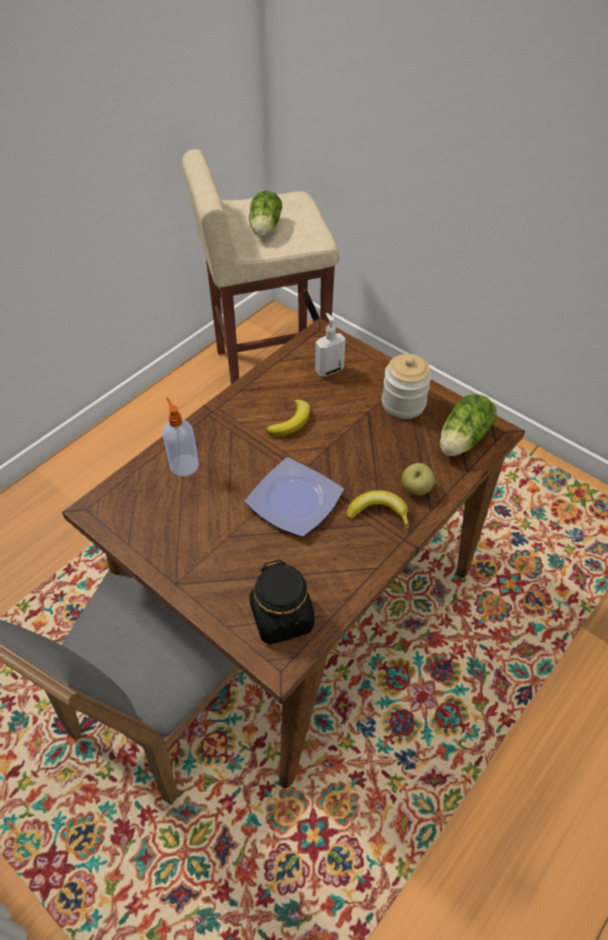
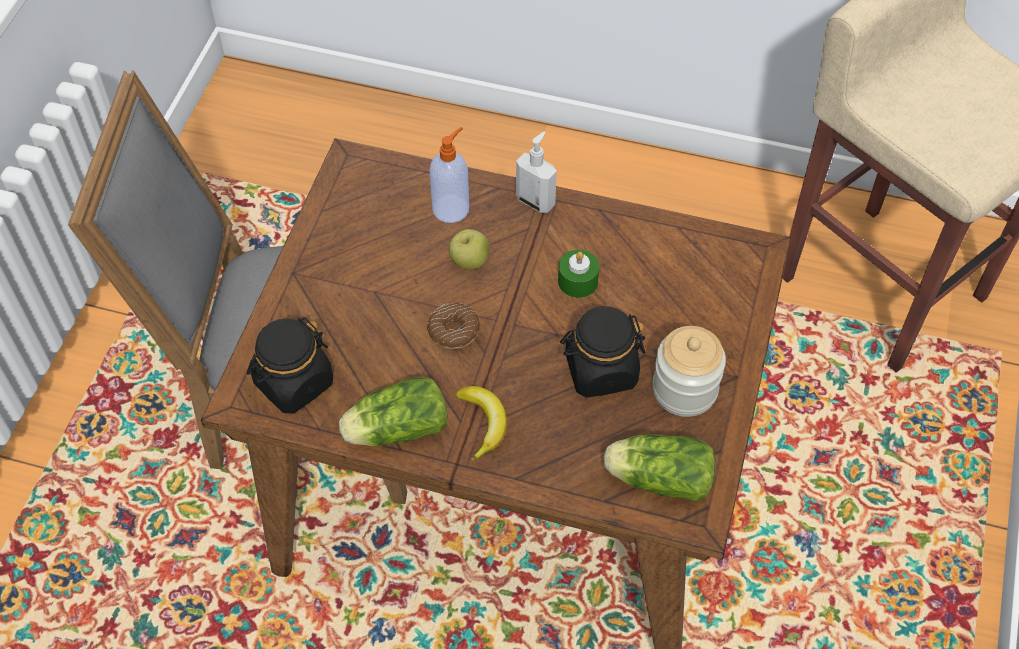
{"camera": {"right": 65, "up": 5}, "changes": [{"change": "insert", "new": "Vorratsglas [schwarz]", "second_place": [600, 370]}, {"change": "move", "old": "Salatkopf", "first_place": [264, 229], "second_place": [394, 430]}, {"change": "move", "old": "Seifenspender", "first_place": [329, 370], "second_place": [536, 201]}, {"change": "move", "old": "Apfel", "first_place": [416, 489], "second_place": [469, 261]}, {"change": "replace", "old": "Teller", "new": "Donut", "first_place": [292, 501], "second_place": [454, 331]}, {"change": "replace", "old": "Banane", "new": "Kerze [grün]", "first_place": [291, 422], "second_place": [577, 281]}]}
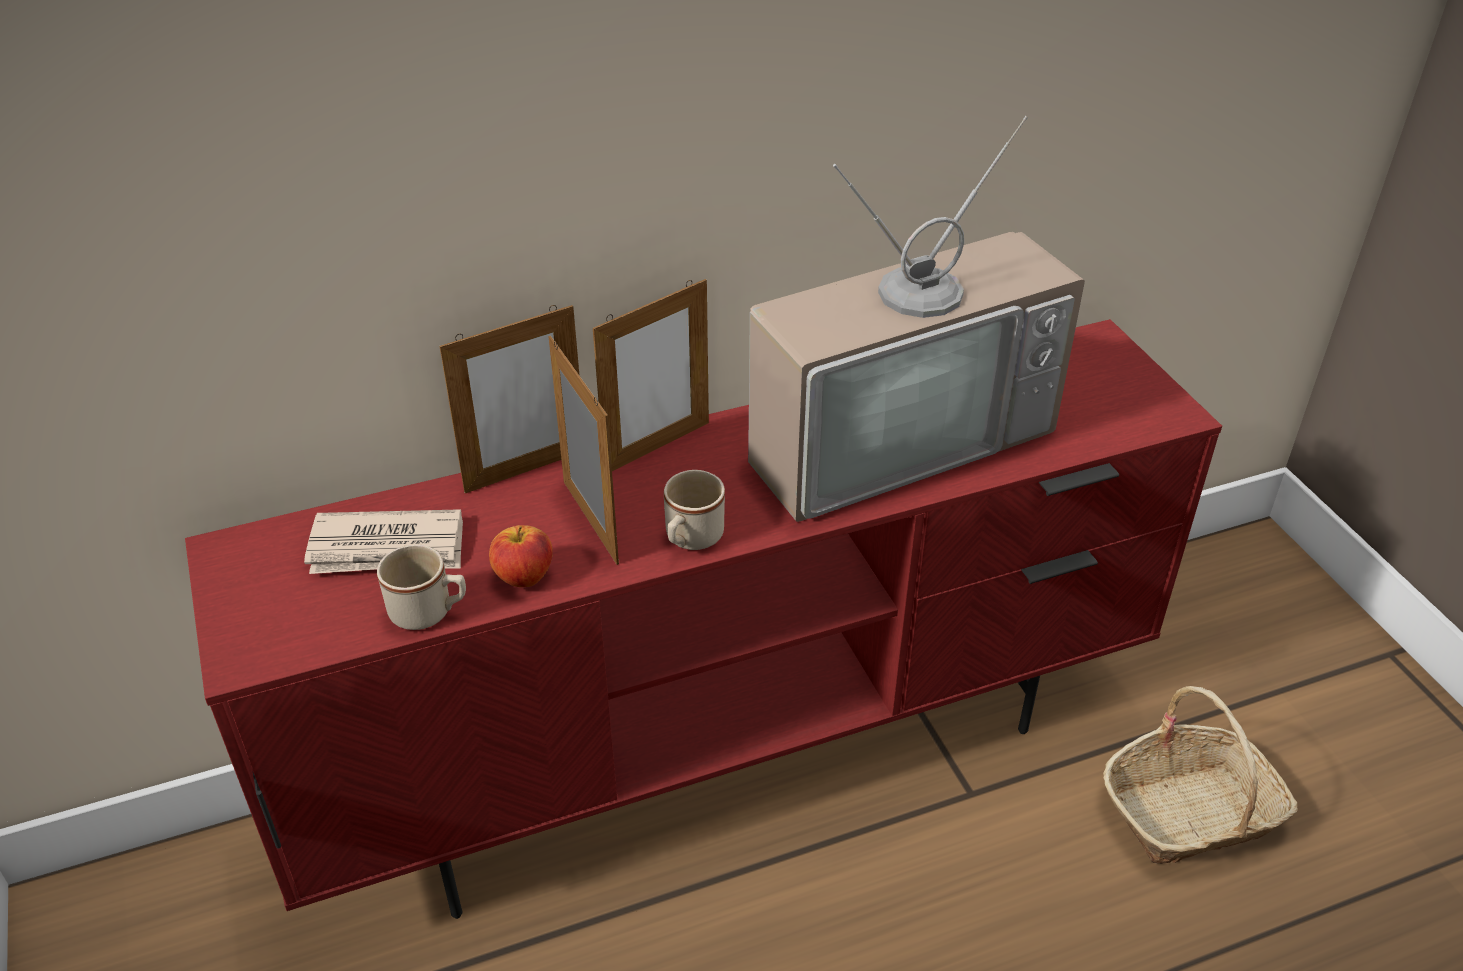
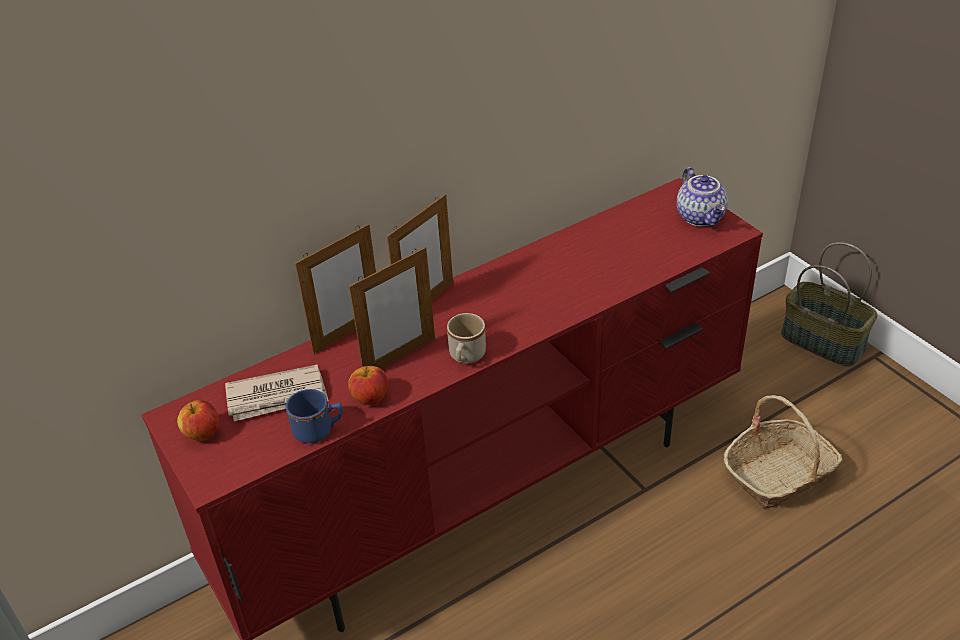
{"camera": {"right": -10, "up": 0}, "changes": [{"change": "delete", "old": "Fernseher", "first_place": [894, 434]}, {"change": "insert", "new": "Apfel", "second_place": [202, 433]}, {"change": "insert", "new": "Teekanne", "second_place": [701, 217]}, {"change": "insert", "new": "Korb", "second_place": [824, 341]}, {"change": "recolor", "old": "Henkelbecher [beige]", "new": "Henkelbecher [blau]", "first_place": [429, 612], "second_place": [319, 430]}, {"change": "rotate", "old": "Bilderrahmen", "first_place": [590, 522], "second_place": [400, 357], "degrees": 90}]}
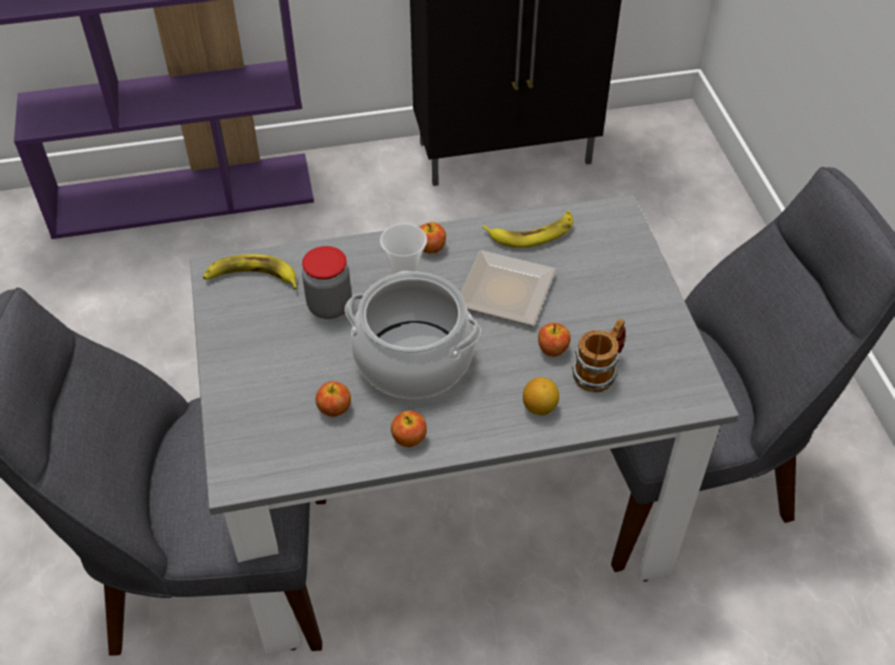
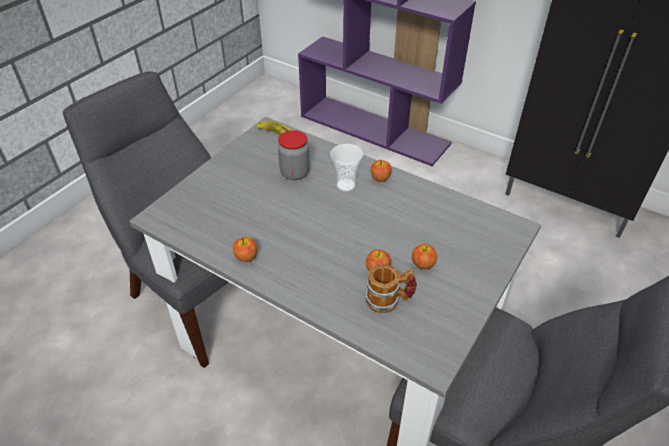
{"camera": {"right": 45, "up": -5}, "changes": [{"change": "delete", "old": "Kochtopf", "first_place": [414, 359]}, {"change": "delete", "old": "Teller", "first_place": [503, 289]}, {"change": "delete", "old": "Banane", "first_place": [532, 233]}, {"change": "delete", "old": "Zitrone", "first_place": [539, 407]}, {"change": "move", "old": "Apfel", "first_place": [334, 409], "second_place": [423, 264]}]}
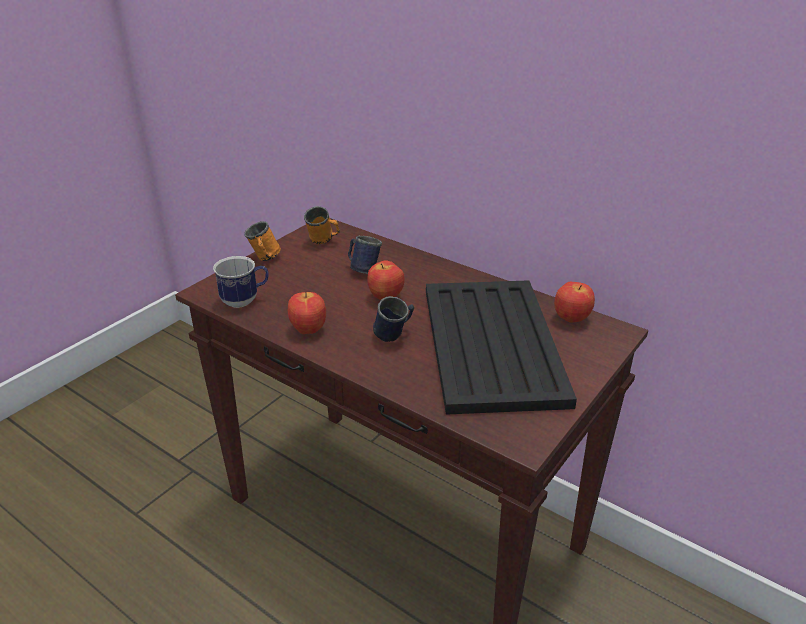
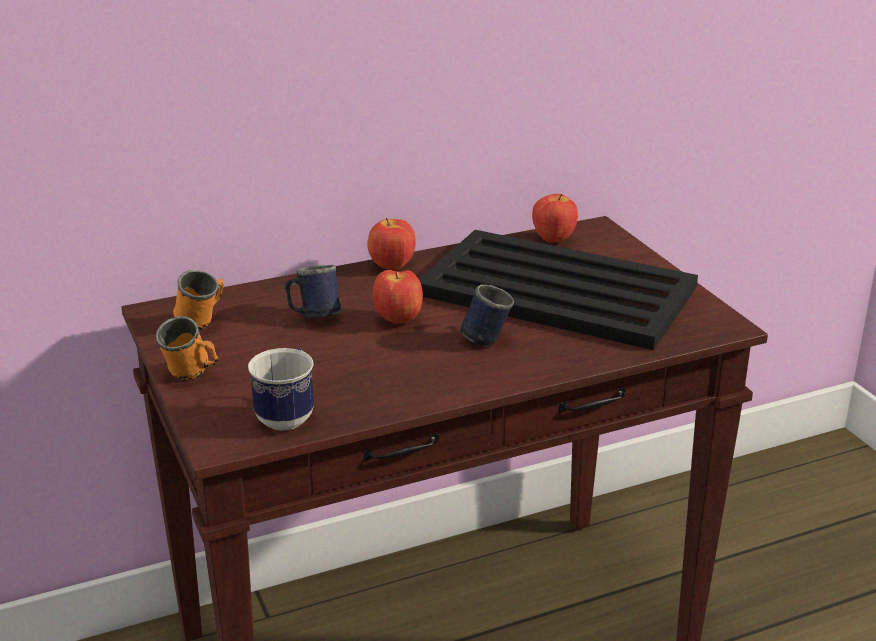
{"camera": {"right": -60, "up": -5}, "changes": [{"change": "move", "old": "Apfel", "first_place": [307, 330], "second_place": [391, 267]}]}
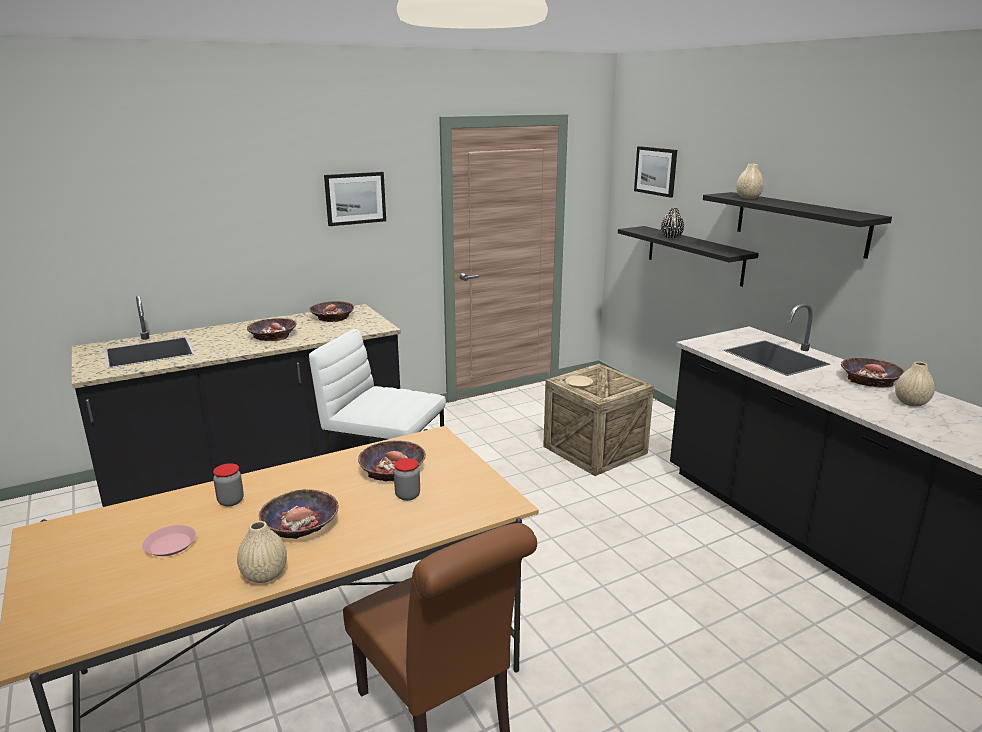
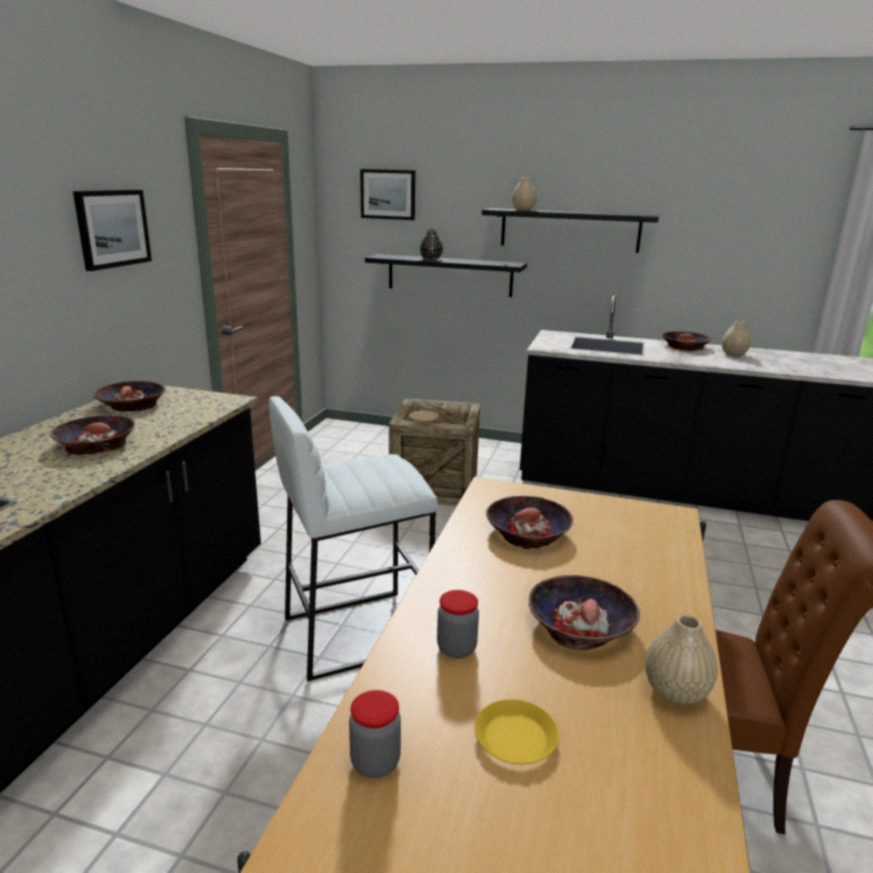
{"camera": {"right": -45, "up": 0}, "changes": [{"change": "move", "old": "Vorratsglas", "first_place": [407, 495], "second_place": [375, 762]}, {"change": "recolor", "old": "Teller [rosa]", "new": "Teller [gelb]", "first_place": [170, 545], "second_place": [516, 738]}]}
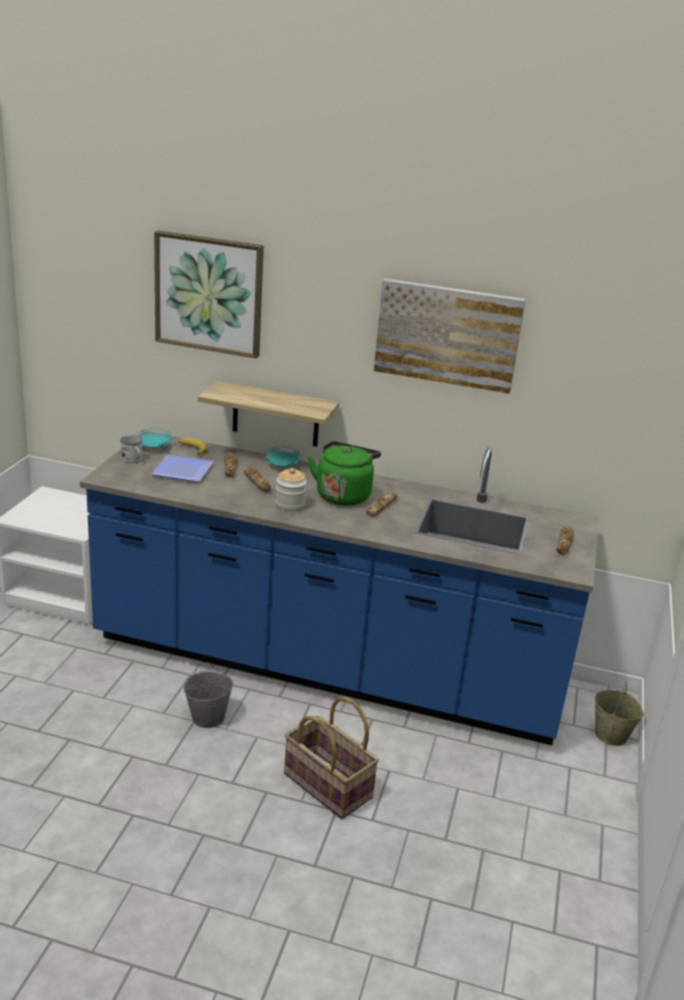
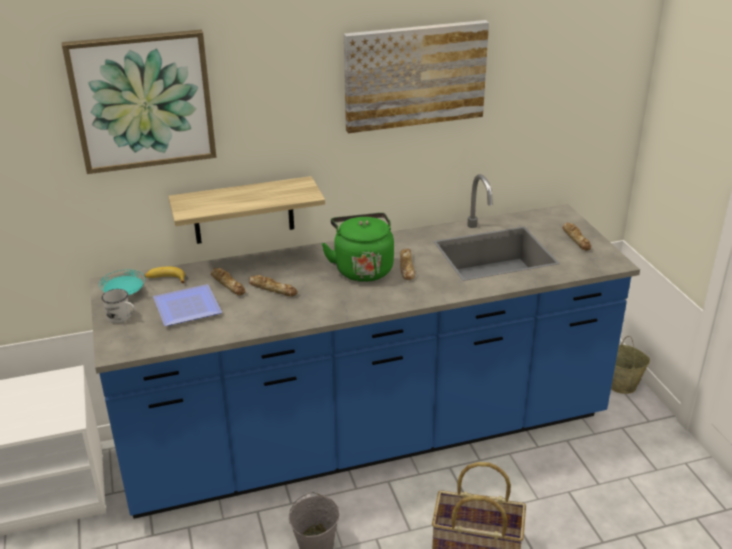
{"camera": {"right": -30, "up": 5}, "changes": [{"change": "delete", "old": "Teller [türkis]", "first_place": [282, 466]}, {"change": "delete", "old": "Vorratsglas", "first_place": [290, 505]}]}
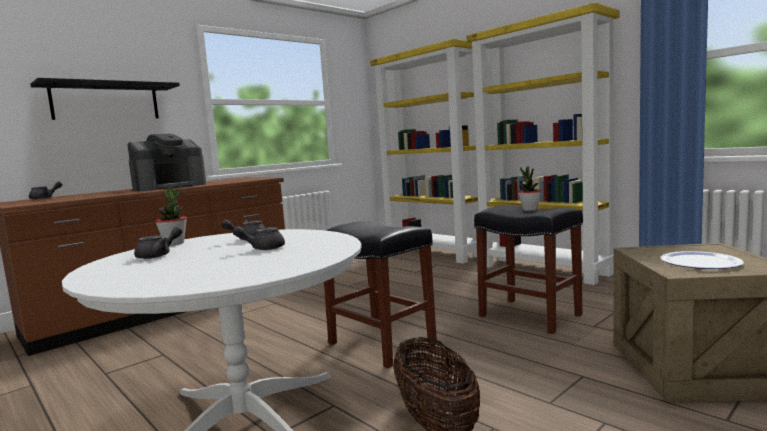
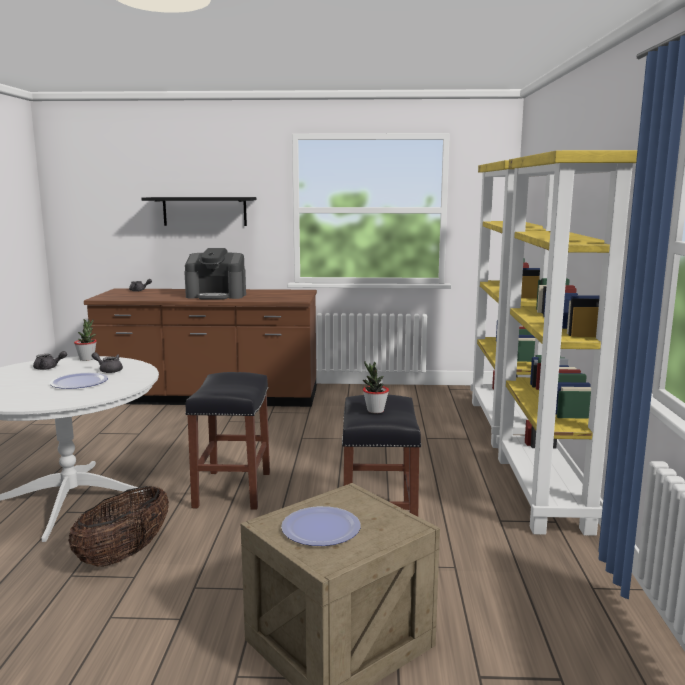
{"camera": {"right": 45, "up": 5}, "changes": [{"change": "replace", "old": "Teekanne [grau]", "new": "Teller", "first_place": [263, 248], "second_place": [79, 382]}]}
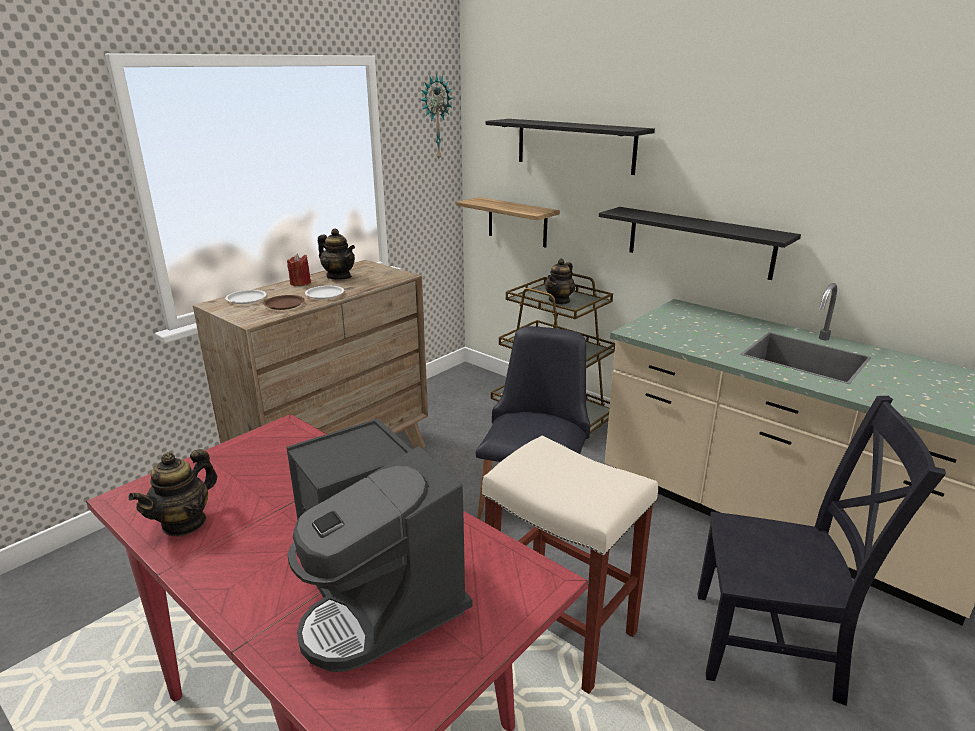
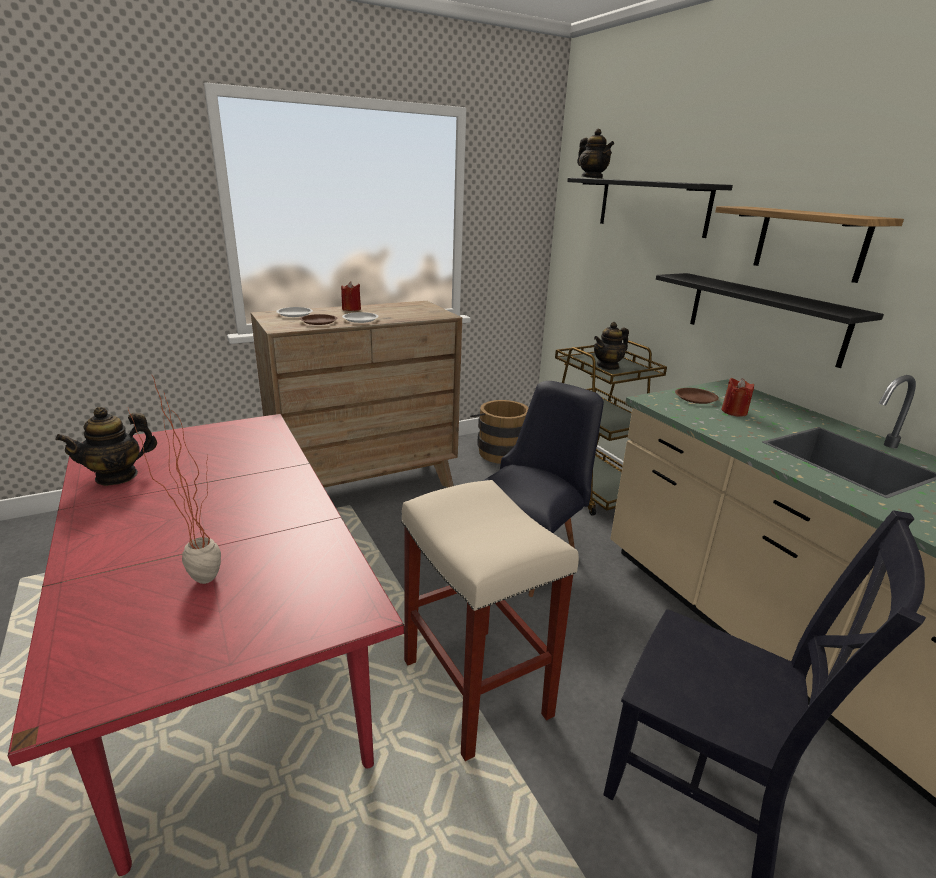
{"camera": {"right": 20, "up": 0}, "changes": [{"change": "delete", "old": "Wanduhr", "first_place": [435, 118]}, {"change": "insert", "new": "Eimer [braun]", "second_place": [499, 451]}, {"change": "insert", "new": "Teller [braun]", "second_place": [696, 398]}, {"change": "insert", "new": "Kerze [rot]", "second_place": [734, 412]}, {"change": "move", "old": "Teekanne", "first_place": [339, 277], "second_place": [592, 178]}, {"change": "move", "old": "Wandregal", "first_place": [517, 222], "second_place": [810, 243]}, {"change": "replace", "old": "Kaffeemaschine", "new": "Topfpflanze", "first_place": [376, 595], "second_place": [197, 576]}]}
